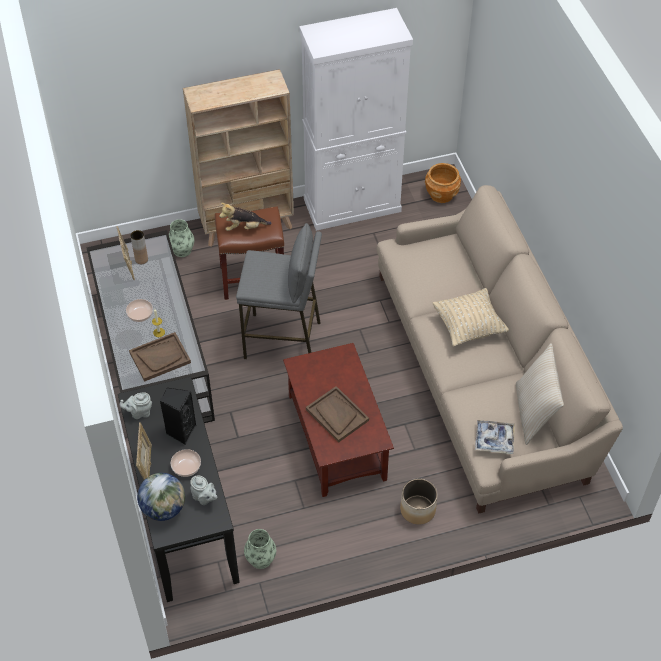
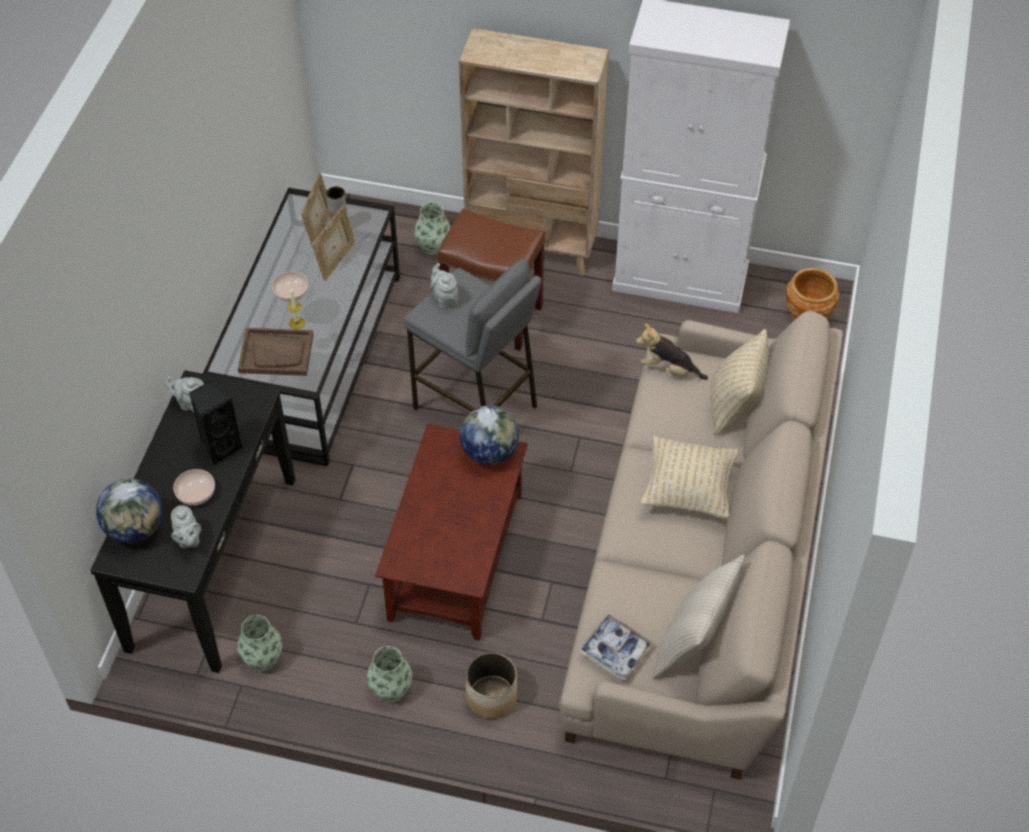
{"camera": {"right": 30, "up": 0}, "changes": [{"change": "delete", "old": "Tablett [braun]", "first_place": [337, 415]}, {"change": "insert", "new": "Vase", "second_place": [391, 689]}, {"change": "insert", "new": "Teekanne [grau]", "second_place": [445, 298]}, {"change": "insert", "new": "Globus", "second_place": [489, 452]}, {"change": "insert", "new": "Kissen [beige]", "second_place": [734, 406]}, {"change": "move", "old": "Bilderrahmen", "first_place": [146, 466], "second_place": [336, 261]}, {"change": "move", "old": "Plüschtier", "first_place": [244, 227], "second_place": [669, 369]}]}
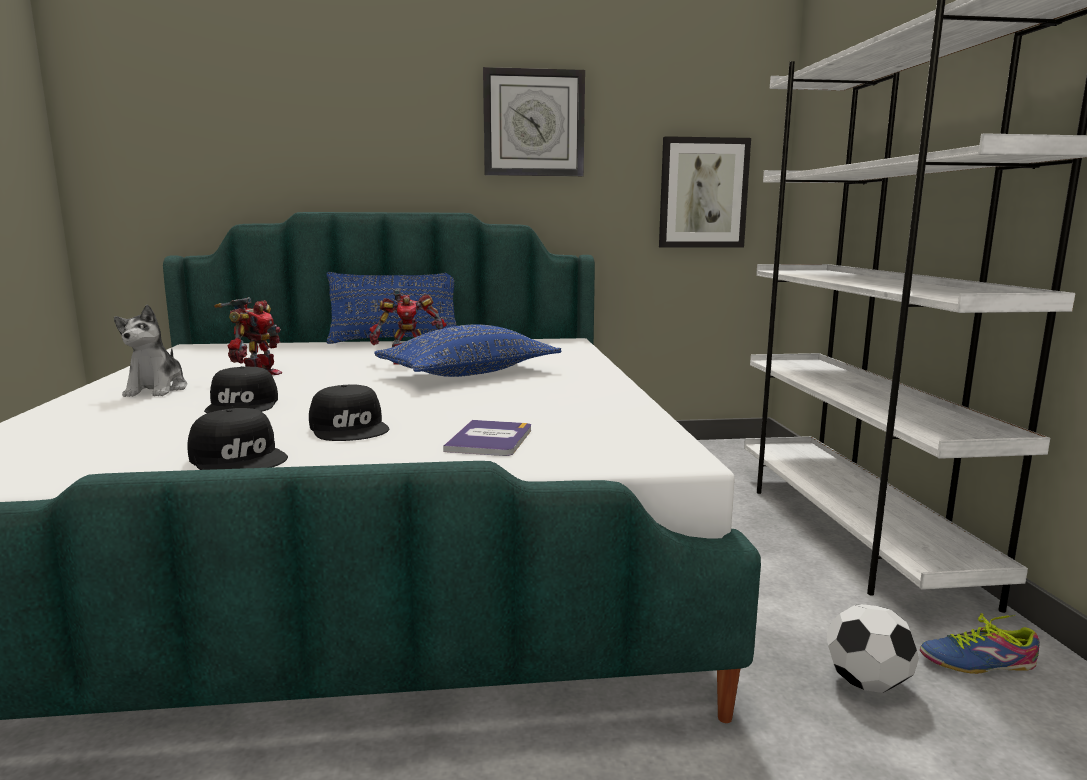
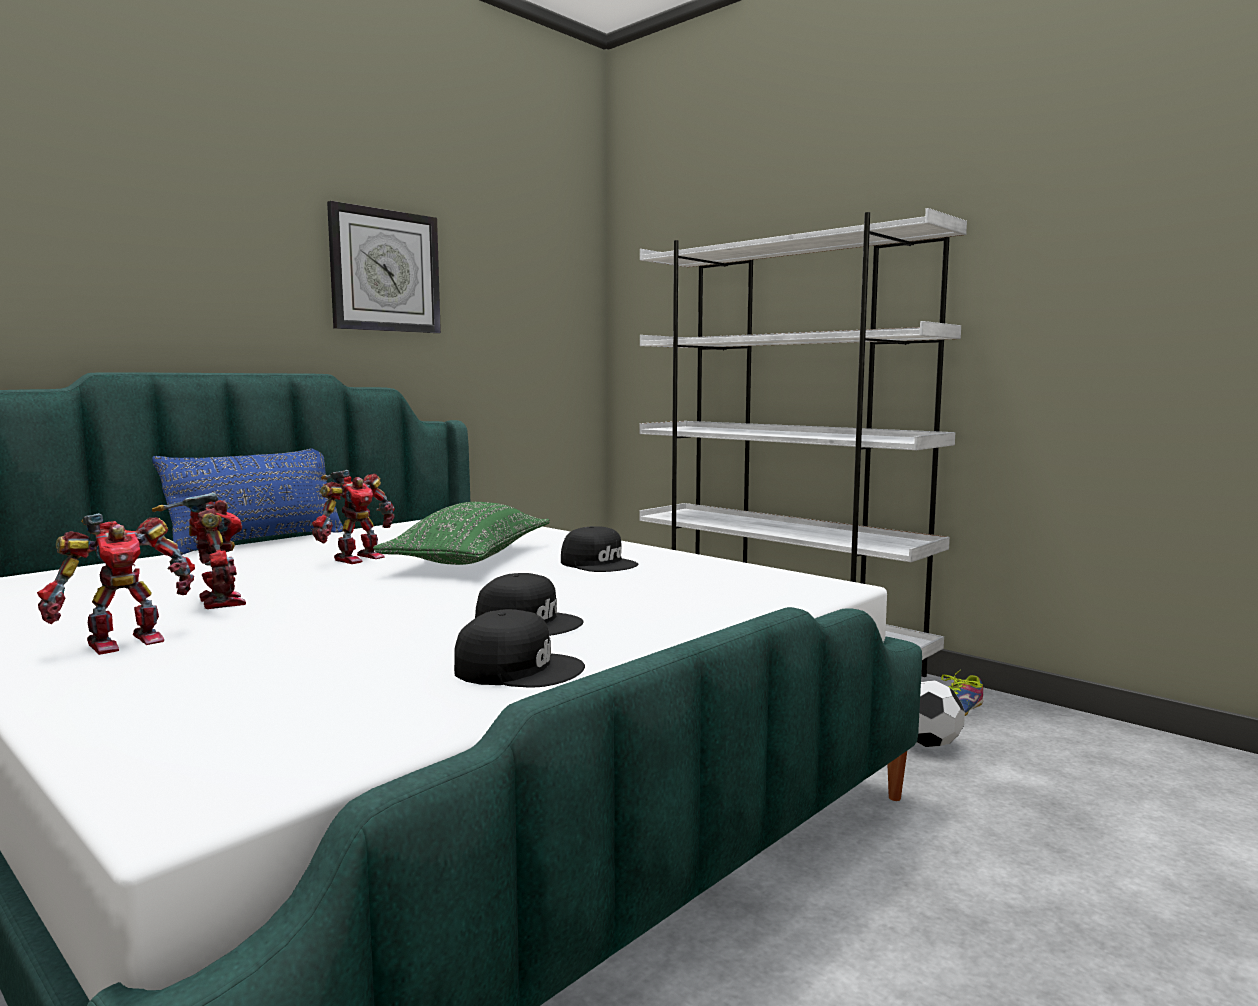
{"camera": {"right": -40, "up": -5}, "changes": [{"change": "delete", "old": "Buch", "first_place": [490, 439]}, {"change": "delete", "old": "Bild", "first_place": [703, 193]}, {"change": "move", "old": "Kappe [schwarz]", "first_place": [244, 405], "second_place": [599, 563]}, {"change": "replace", "old": "Plüschtier", "new": "Spielzeugroboter", "first_place": [157, 390], "second_place": [123, 642]}, {"change": "recolor", "old": "Kissen [blau]", "new": "Kissen [grün]", "first_place": [469, 373], "second_place": [470, 559]}]}
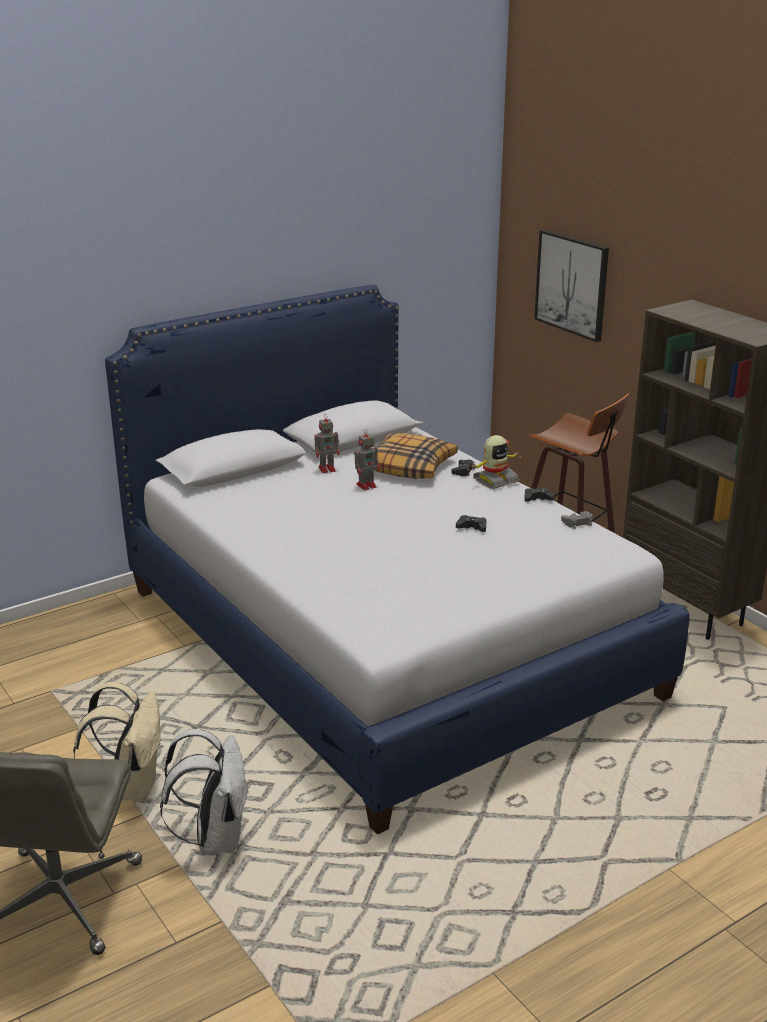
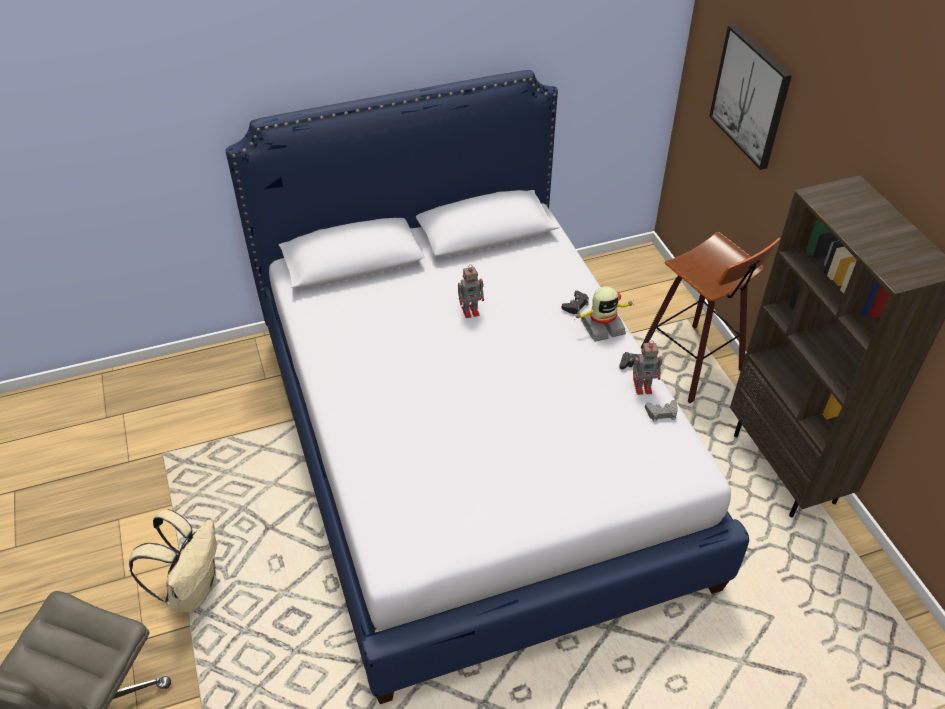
{"camera": {"right": 15, "up": 20}, "changes": [{"change": "delete", "old": "Rucksack [weiß]", "first_place": [215, 838]}, {"change": "delete", "old": "Kissen", "first_place": [408, 466]}, {"change": "delete", "old": "Gamepad [schwarz]", "first_place": [472, 527]}, {"change": "move", "old": "Spielzeugroboter", "first_place": [328, 469], "second_place": [644, 387]}]}
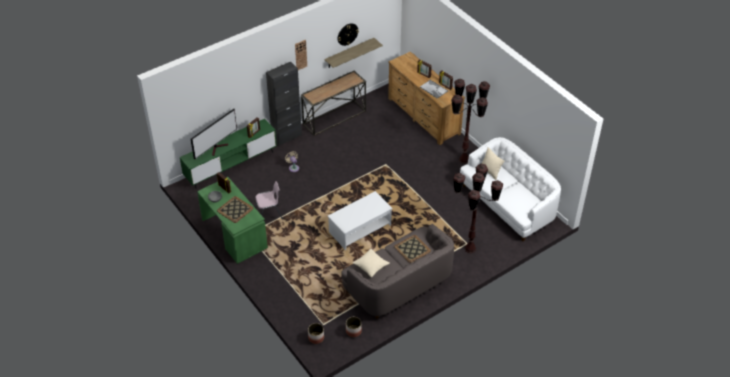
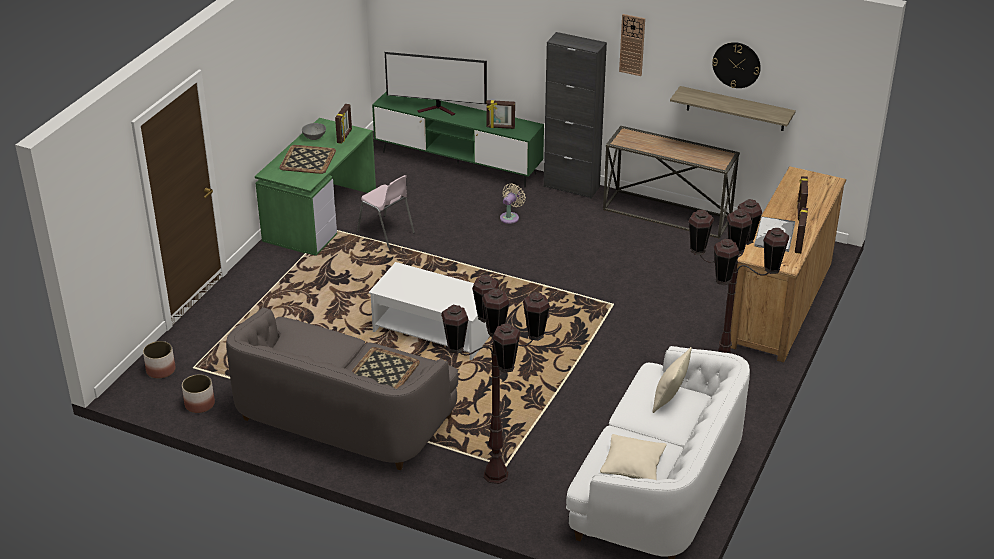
{"camera": {"right": 60, "up": -10}, "changes": [{"change": "move", "old": "Kissen [beige]", "first_place": [371, 266], "second_place": [633, 466]}]}
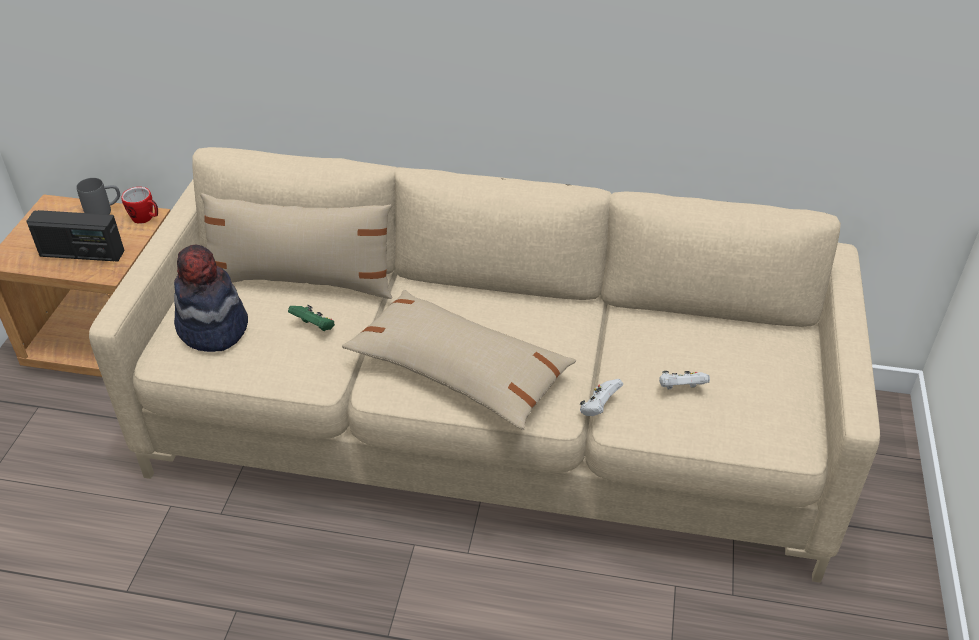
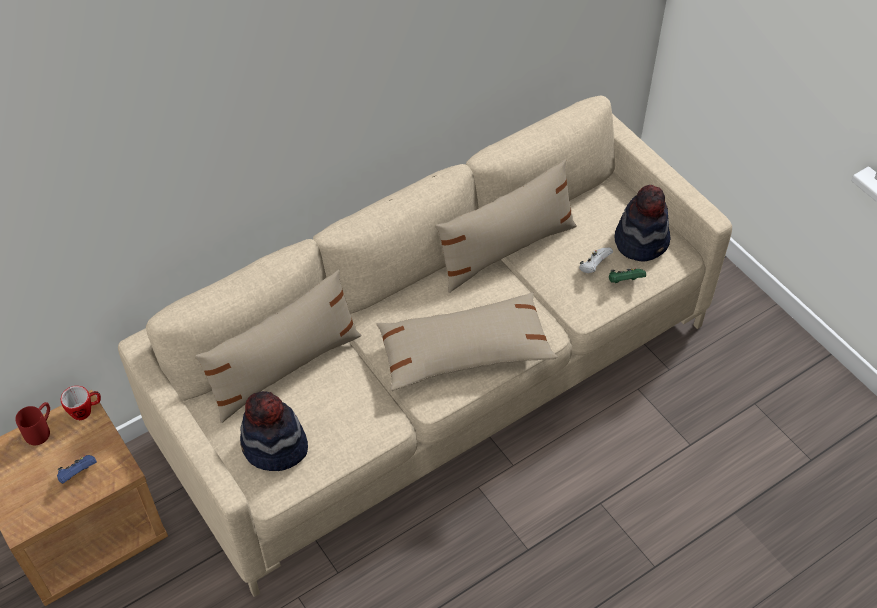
{"camera": {"right": -45, "up": 10}, "changes": [{"change": "delete", "old": "Gamepad [weiß]", "first_place": [599, 408]}, {"change": "insert", "new": "Kissen [beige]", "second_place": [505, 250]}, {"change": "insert", "new": "Hut", "second_place": [642, 241]}, {"change": "move", "old": "Gamepad [grün]", "first_place": [314, 327], "second_place": [624, 282]}, {"change": "replace", "old": "Radio", "new": "Gamepad [blau]", "first_place": [82, 254], "second_place": [78, 474]}, {"change": "recolor", "old": "Henkelbecher [grau]", "new": "Henkelbecher [rot]", "first_place": [104, 211], "second_place": [41, 430]}]}
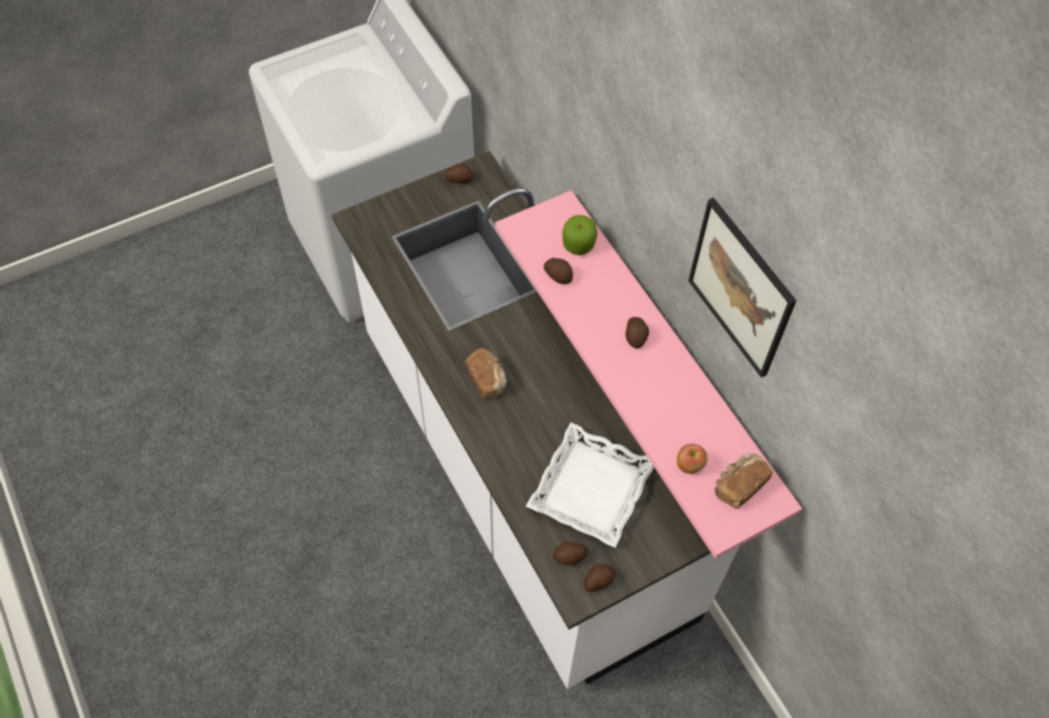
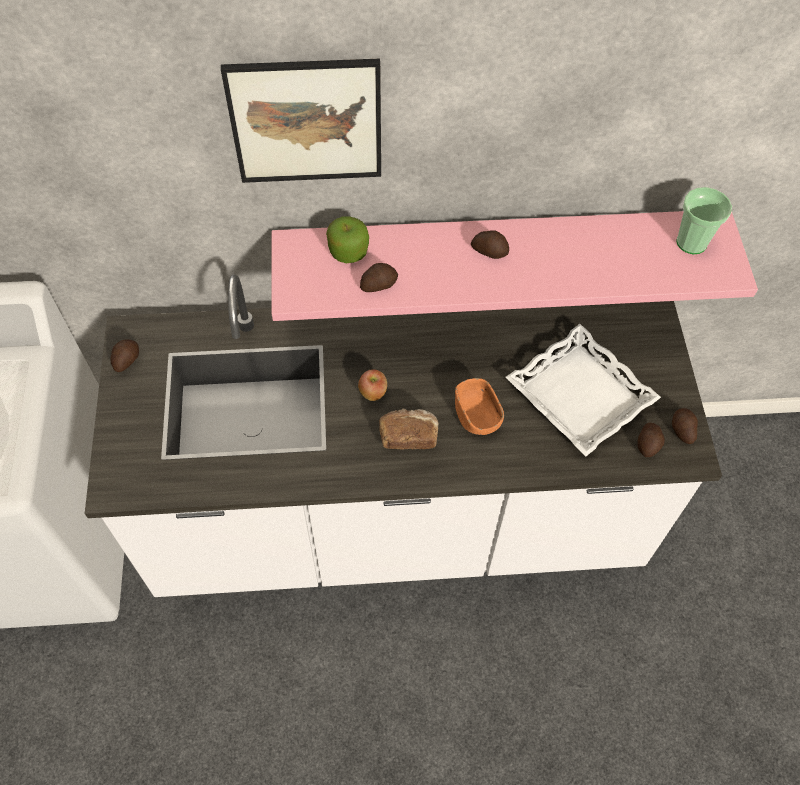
{"camera": {"right": -65, "up": 0}, "changes": [{"change": "insert", "new": "Schüssel [orange]", "second_place": [477, 416]}, {"change": "move", "old": "Apfel", "first_place": [689, 466], "second_place": [373, 393]}, {"change": "move", "old": "Bild", "first_place": [740, 288], "second_place": [306, 121]}, {"change": "replace", "old": "Brot", "new": "Tasse", "first_place": [738, 485], "second_place": [691, 242]}]}
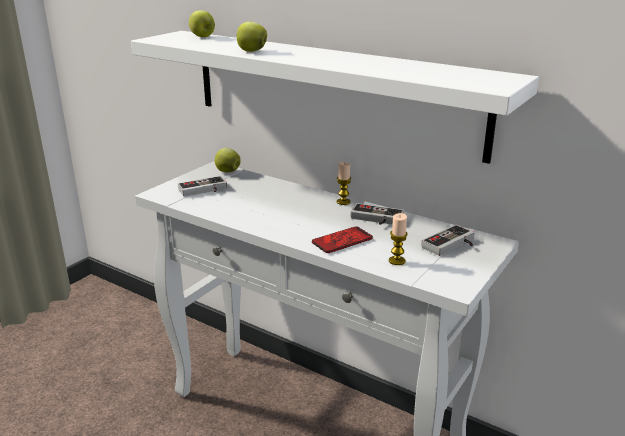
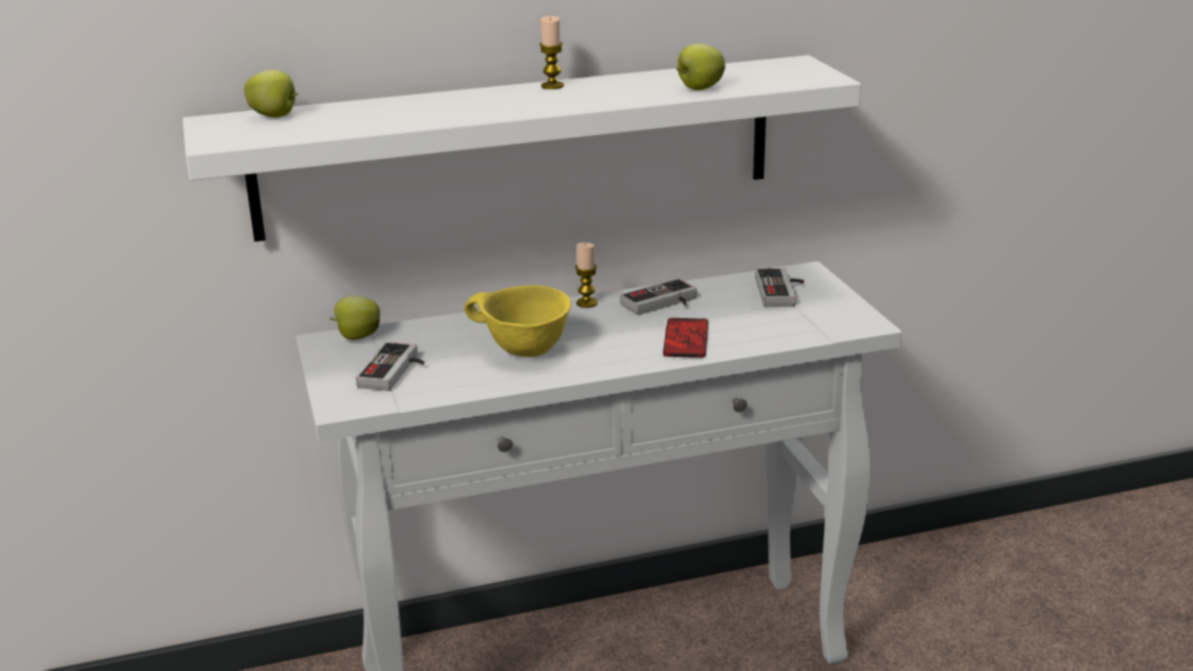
{"camera": {"right": -50, "up": 0}, "changes": [{"change": "insert", "new": "Schüssel [gelb]", "second_place": [524, 351]}, {"change": "move", "old": "Apfel", "first_place": [251, 51], "second_place": [699, 89]}, {"change": "move", "old": "Kerze", "first_place": [396, 261], "second_place": [552, 86]}]}
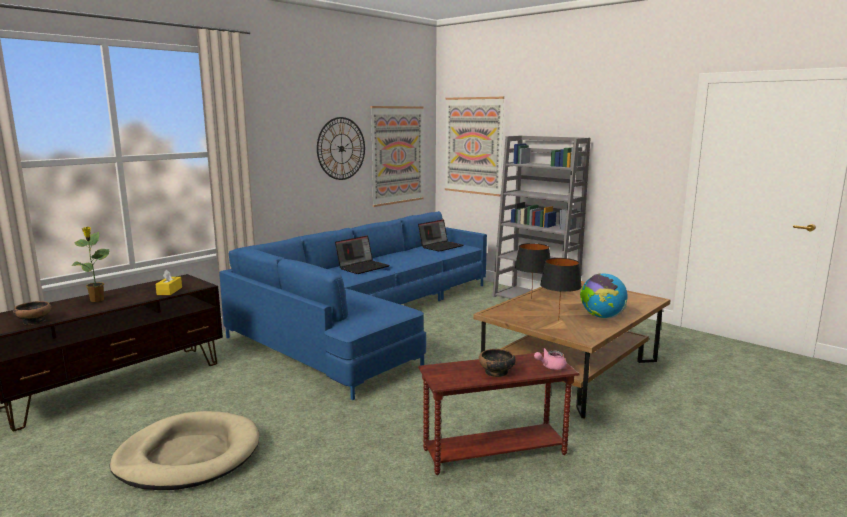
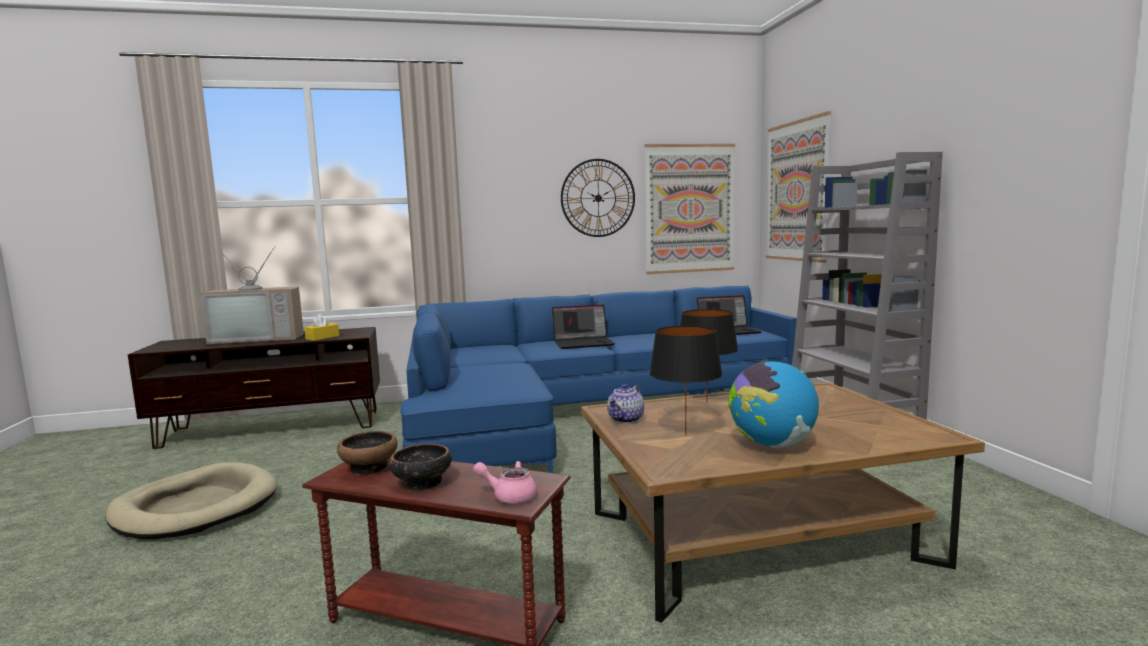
{"camera": {"right": 35, "up": -5}, "changes": [{"change": "insert", "new": "Teekanne", "second_place": [626, 420]}, {"change": "move", "old": "Schüssel", "first_place": [34, 321], "second_place": [370, 467]}, {"change": "replace", "old": "Topfpflanze", "new": "Fernseher", "first_place": [97, 300], "second_place": [259, 338]}]}
